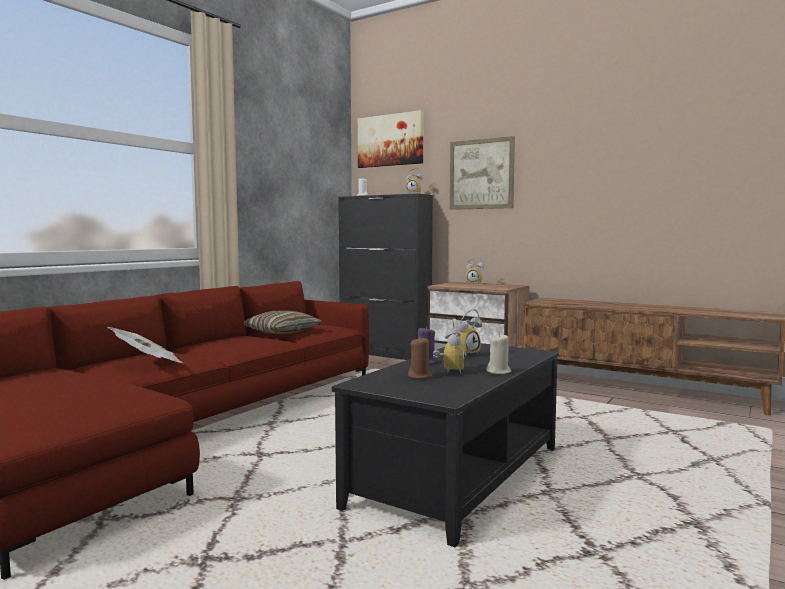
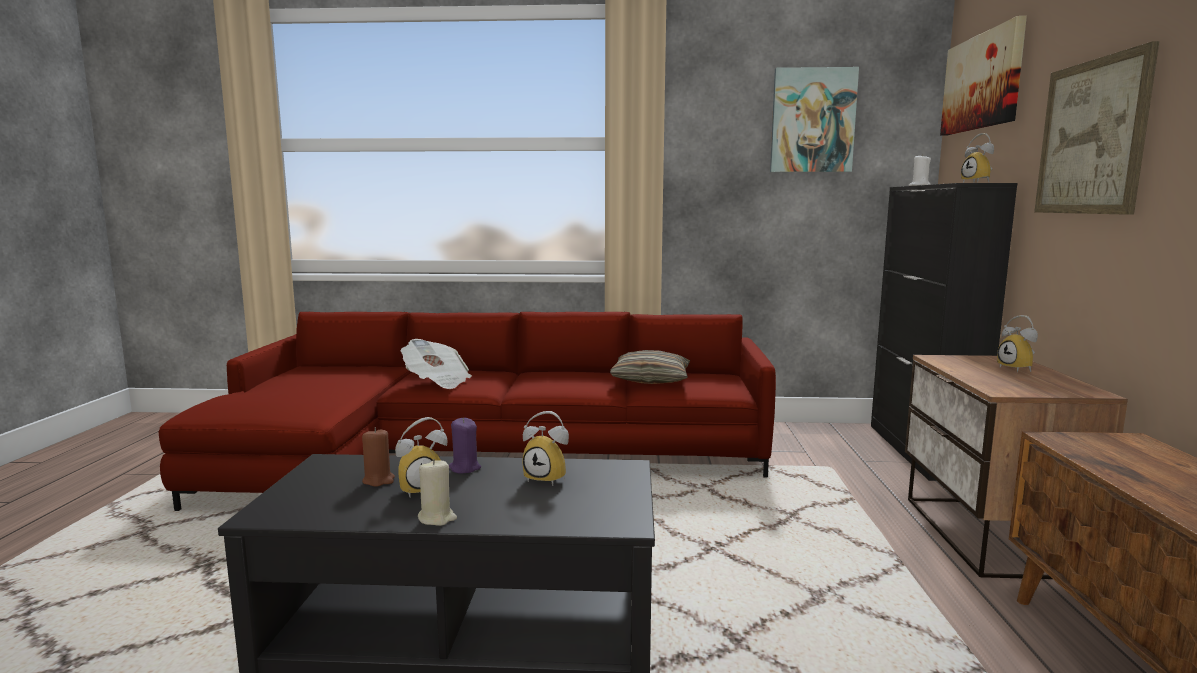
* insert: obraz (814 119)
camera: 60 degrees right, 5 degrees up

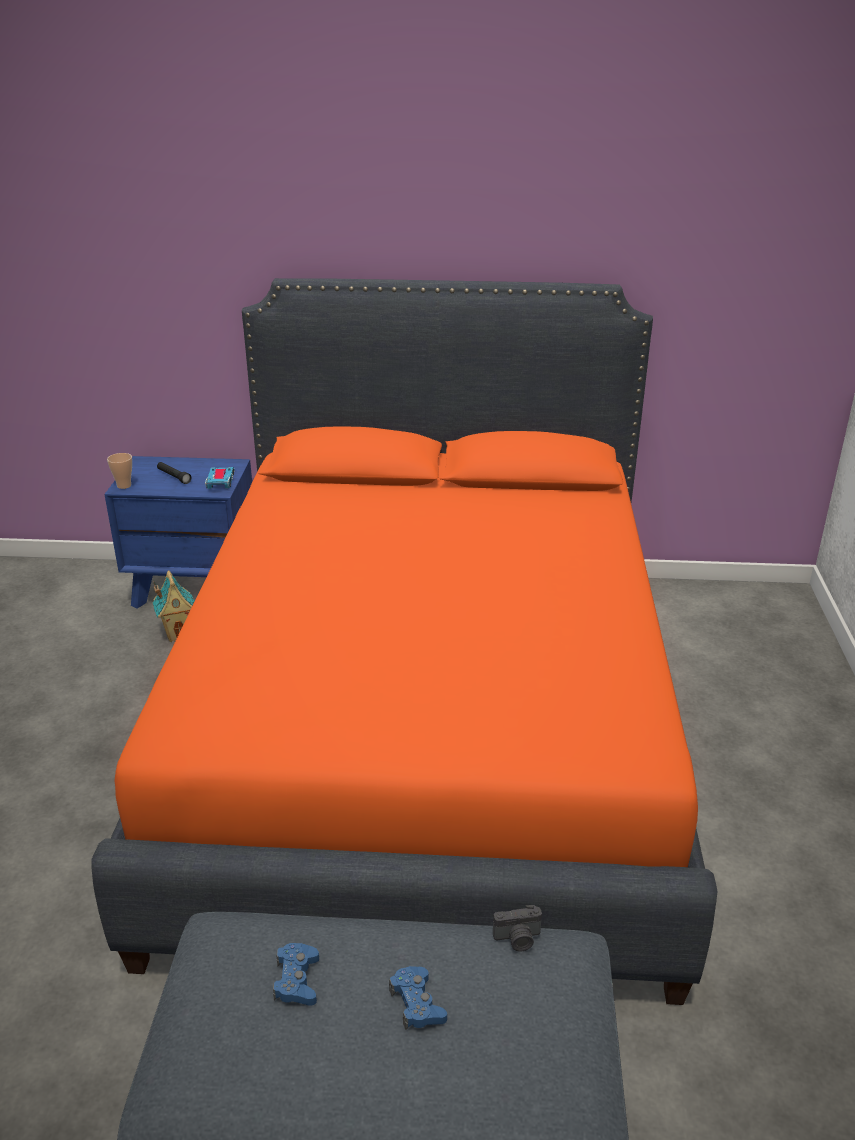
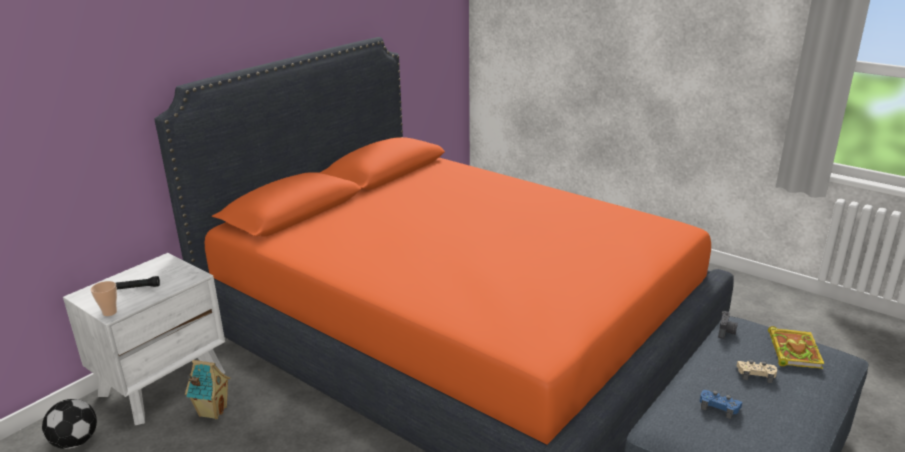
* insert: piłka futbolowa (69 424)
* recolor: szafka nocna (niebieski) (178 532) to szafka nocna (biały) (144 339)
* recolor: pad do gier (niebieski) (418 998) to pad do gier (beżowy) (757 371)
* insert: książka (796 347)
* delete: samochodzik (220 478)
camera: 55 degrees left, 5 degrees down

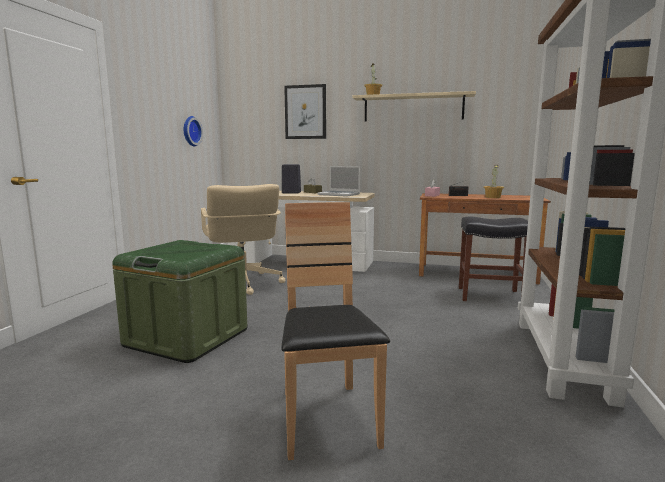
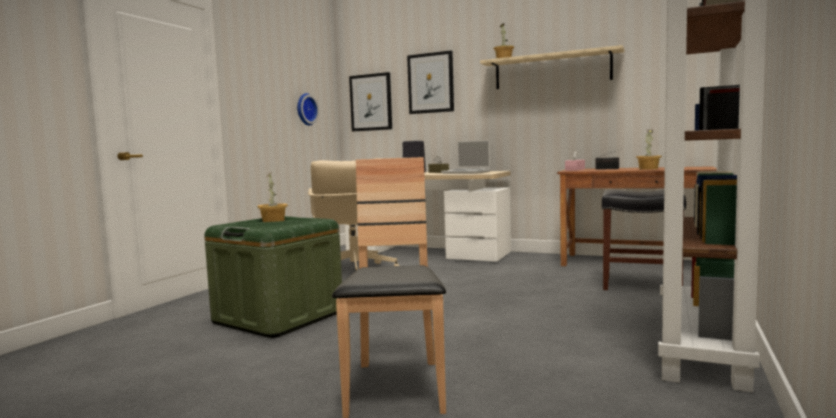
* insert: roślina doniczkowa (273 197)
* insert: obraz (370 101)
camera: 10 degrees right, 5 degrees down

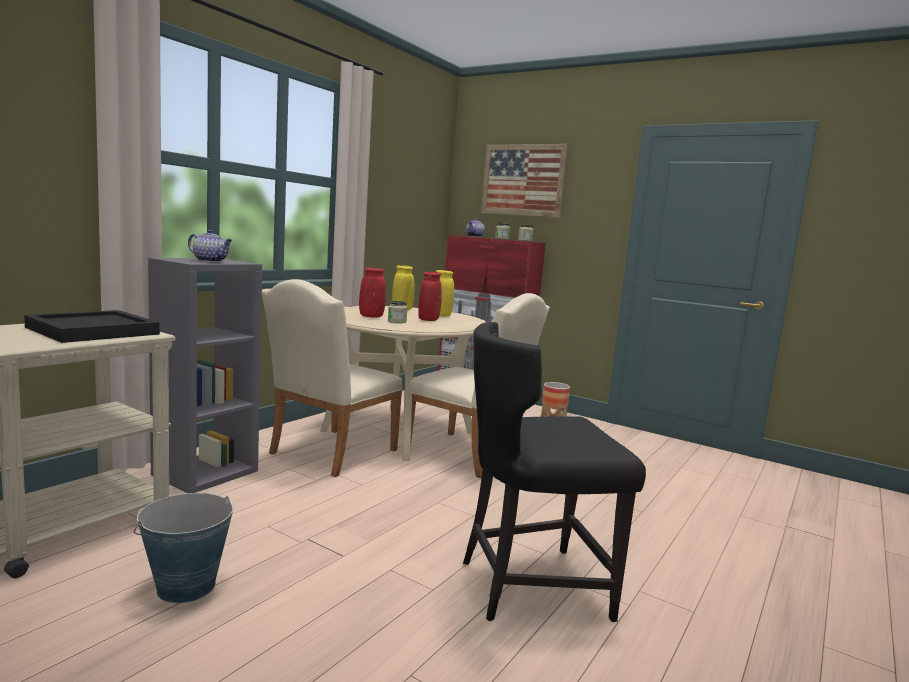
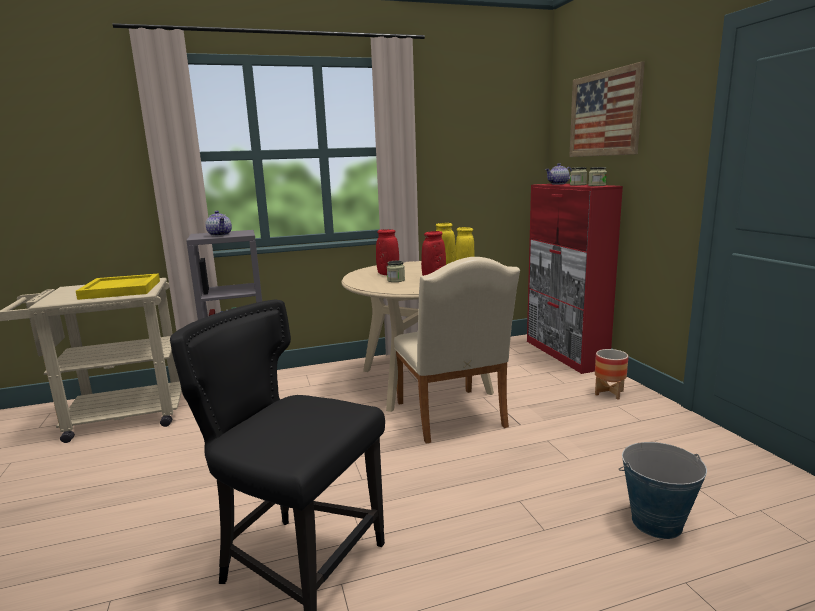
* recolor: taca (czarny) (92 326) to taca (żółty) (118 286)
* move: wiadro (183 548) to (662 490)
* delete: krzesło (beżowy) (332 378)
camera: 40 degrees right, 5 degrees up

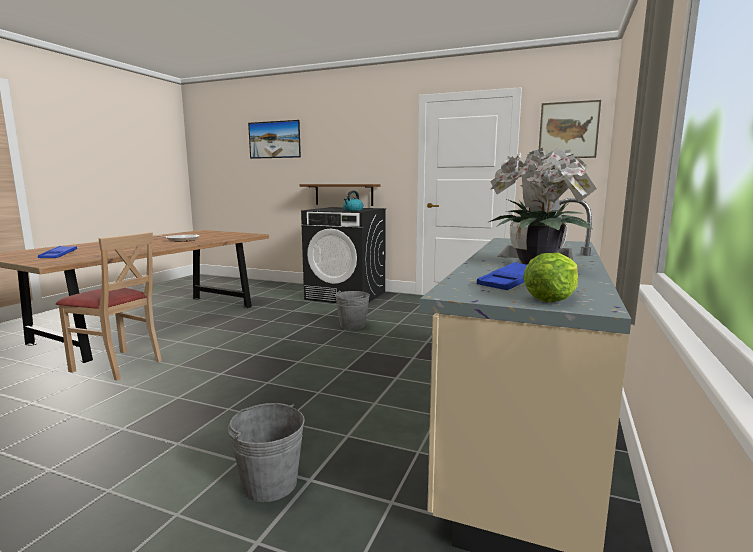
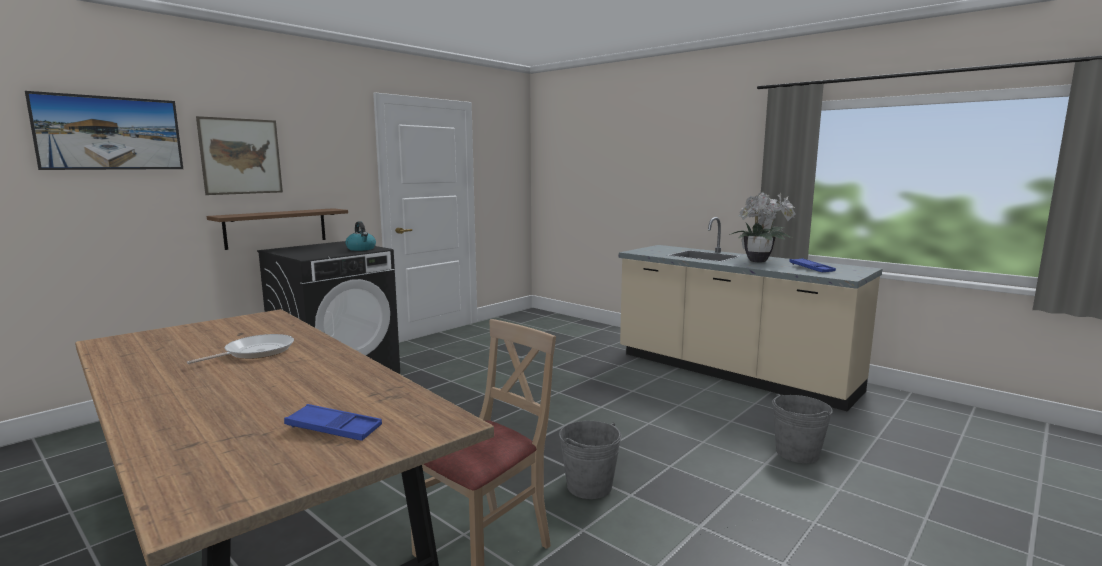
* move: obraz (570 129) to (239 155)
* move: wiadro (szary) (352 310) to (590 460)
* delete: sałata (550 277)
camera: 70 degrees left, 0 degrees up

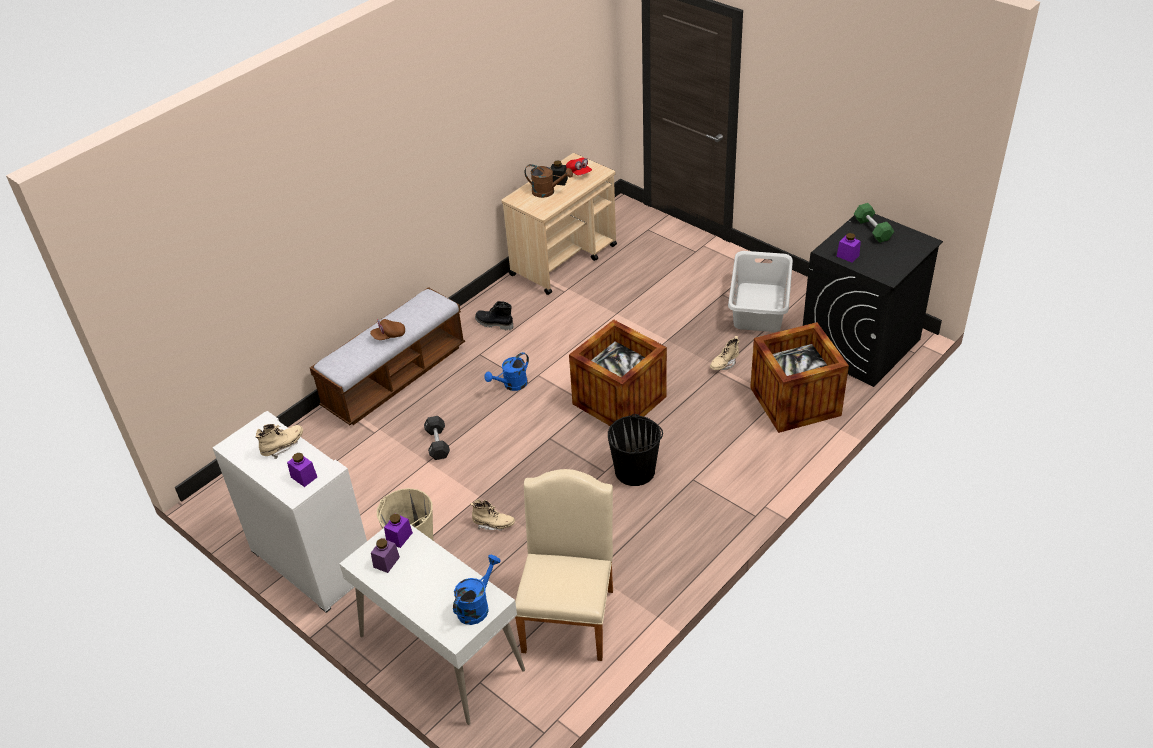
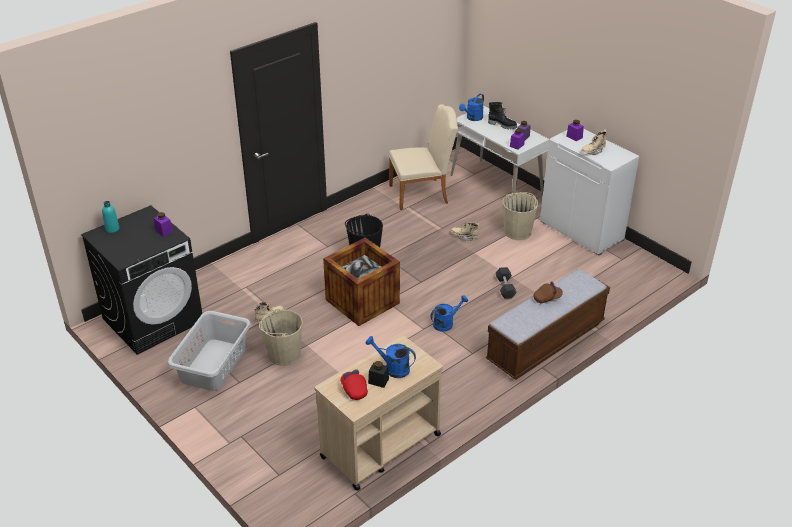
* insert: butelka (turkusowy) (110 217)
* insert: wiadro (beżowy) (281 337)
* recolor: konewka (brązowy) (548 181) to konewka (niebieski) (390 357)
* rotate: krzesło (beżowy) (564 565) = (423 157) 120 degrees counterclockwise
* move: but z cholewką (czarny) (494 316) to (502 115)
* delete: skrzynka (799 377)
* delete: hantel (zielony) (874 223)
camera: 175 degrees left, 5 degrees down

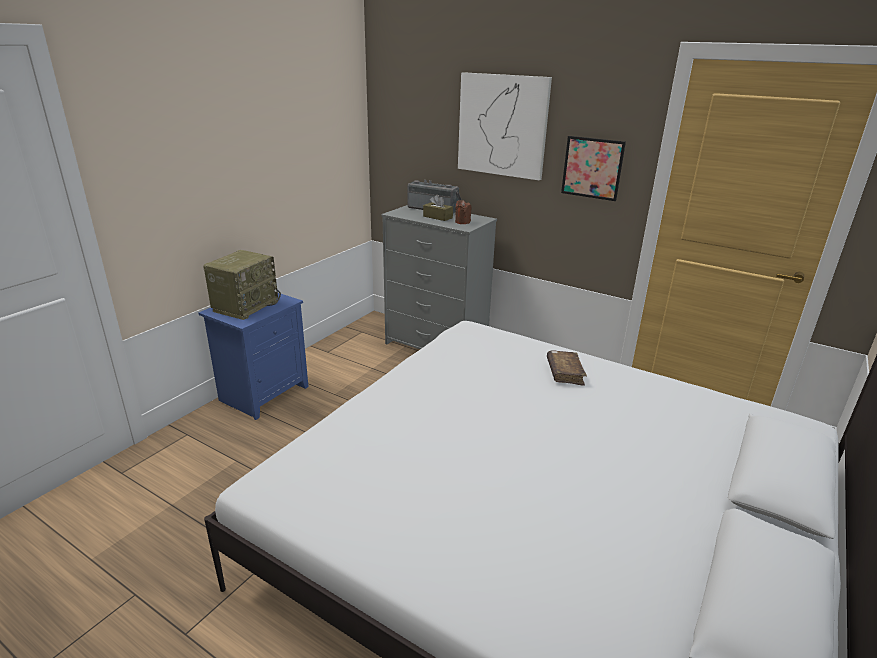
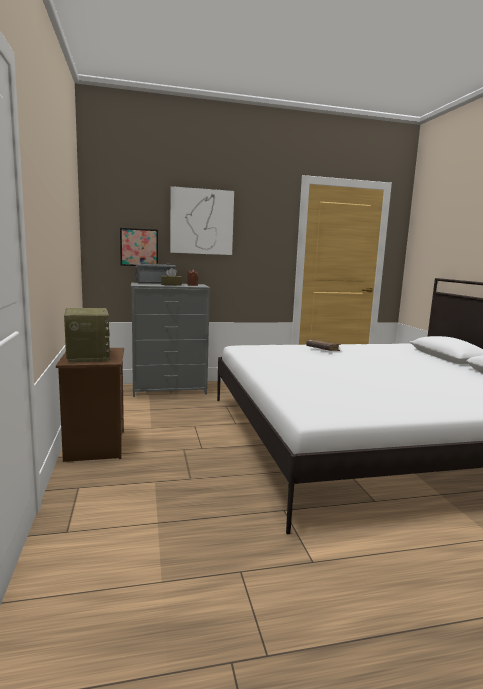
* recolor: szafka nocna (niebieski) (254 356) to szafka nocna (brązowy) (90 405)
* move: obraz (593 168) to (139 247)
camera: 45 degrees left, 15 degrees down

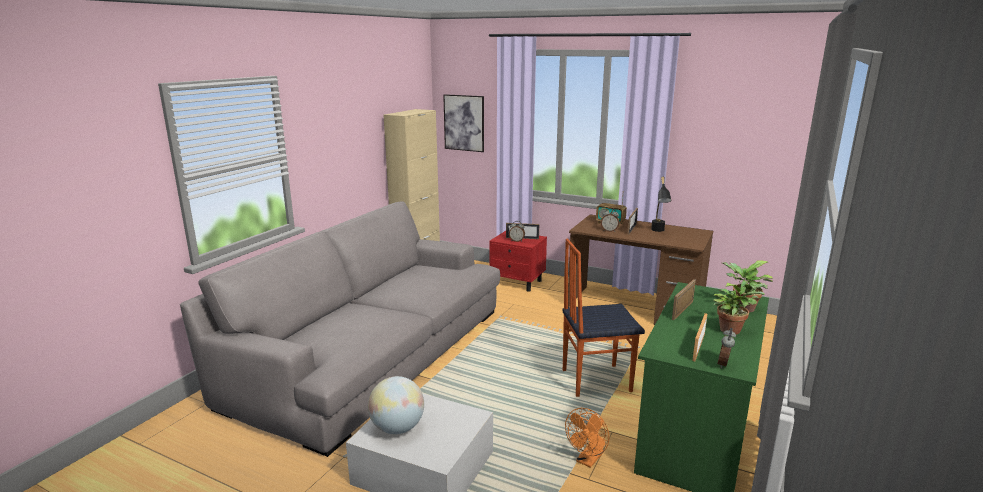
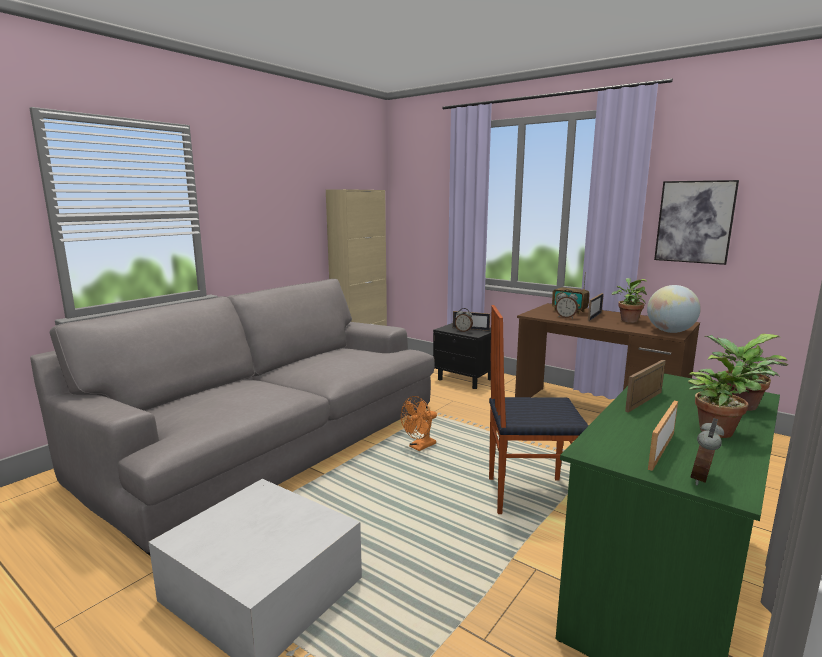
* move: wentylator (pomarańczowy) (587 438) to (419 423)
* recolor: szafka nocna (czerwony) (518 261) to szafka nocna (czarny) (462 356)
* replace: lampa stołowa (czarny) (661 204) to roślina doniczkowa (629 300)
* move: globus (396 405) to (674 309)
* move: obraz (463 123) to (696 222)
camera: 10 degrees right, 5 degrees down

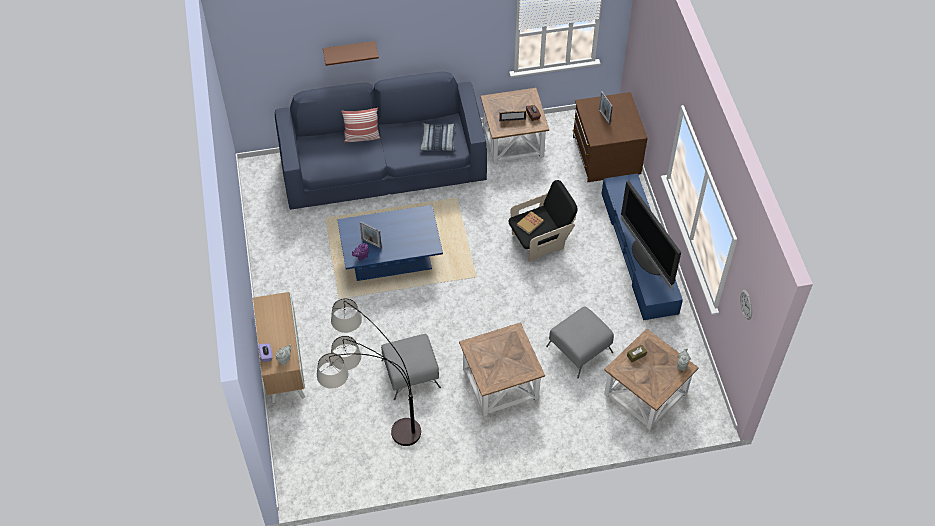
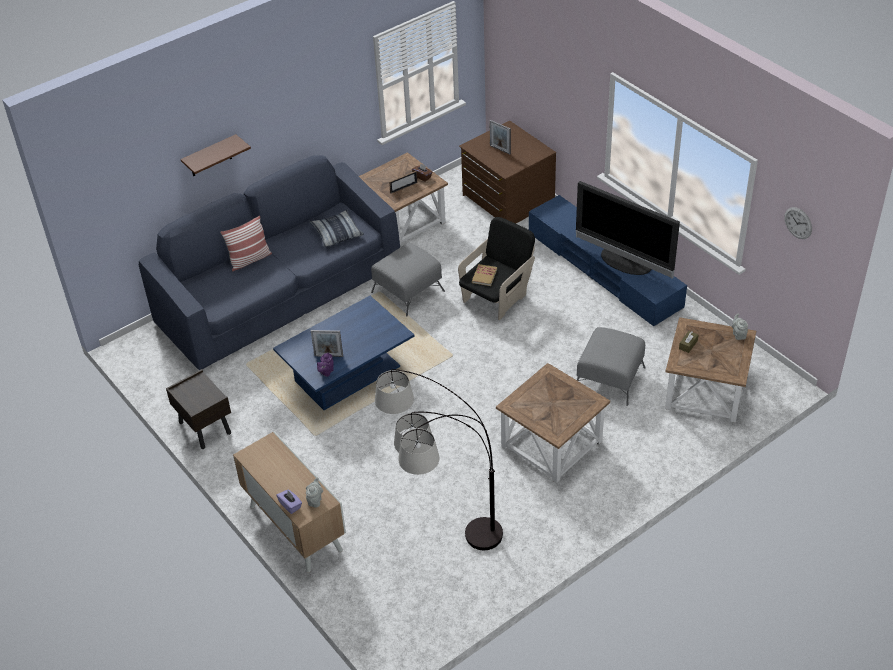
* insert: szafka nocna (brązowy) (198 409)
* move: pufa (szary) (411 367) to (408 279)
camera: 25 degrees left, 10 degrees down

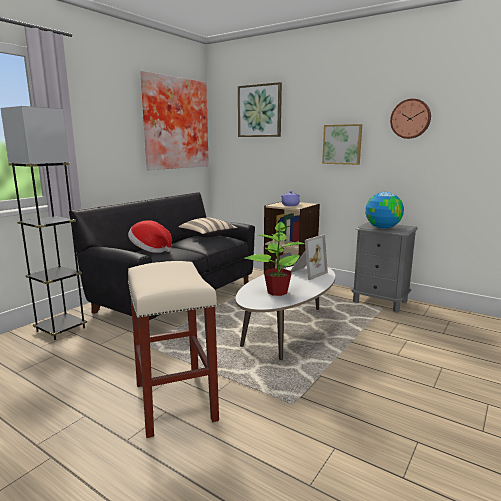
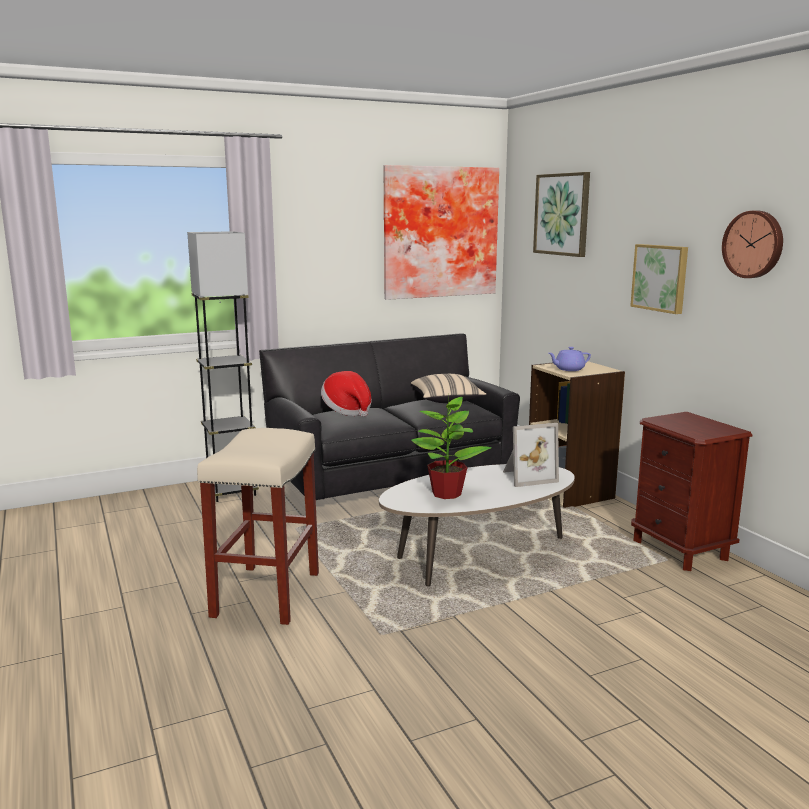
* recolor: szafka nocna (szary) (384 267) to szafka nocna (brązowy) (692 491)
* delete: globus (384 210)
camera: 30 degrees right, 0 degrees up

